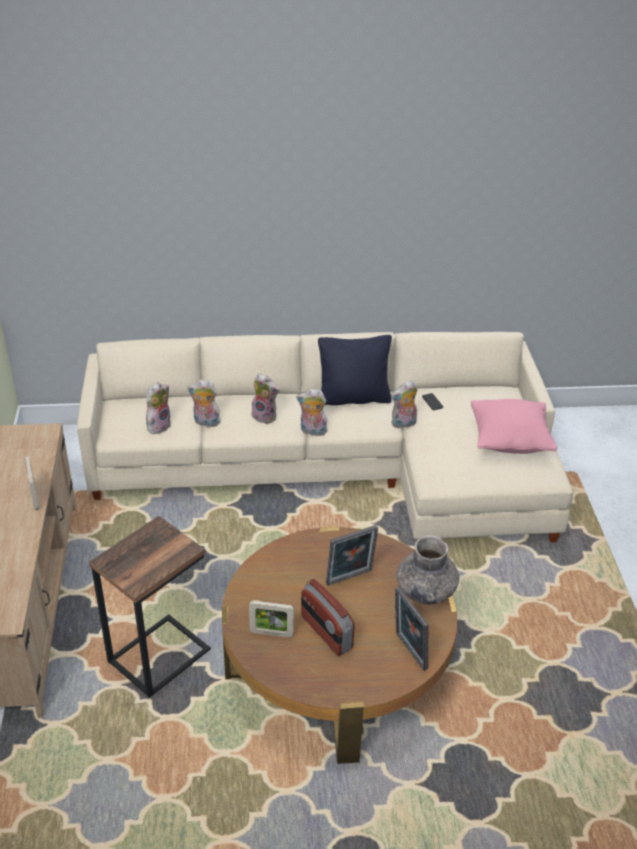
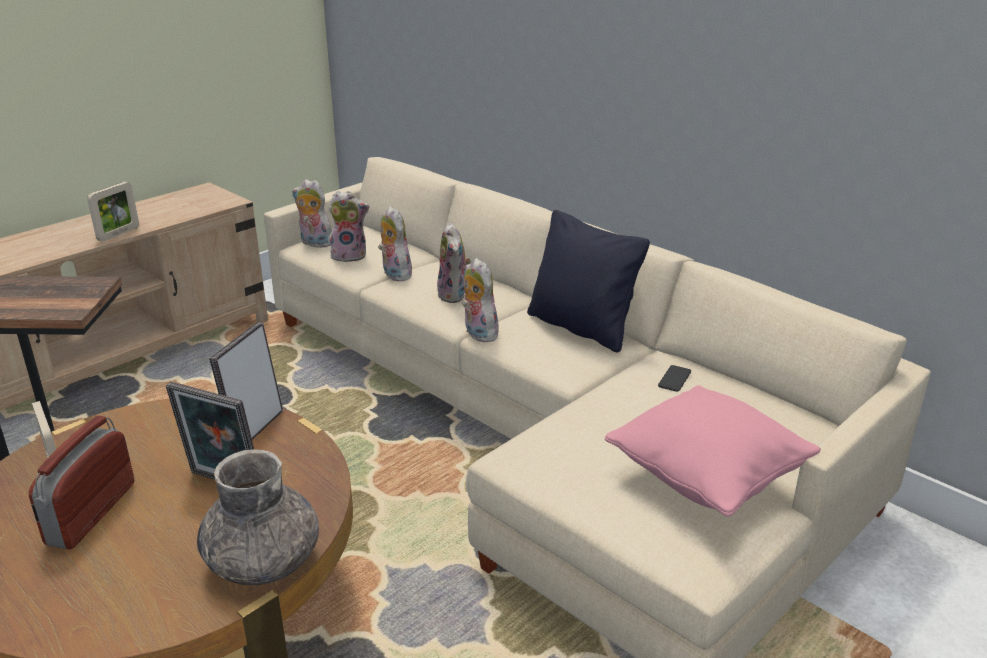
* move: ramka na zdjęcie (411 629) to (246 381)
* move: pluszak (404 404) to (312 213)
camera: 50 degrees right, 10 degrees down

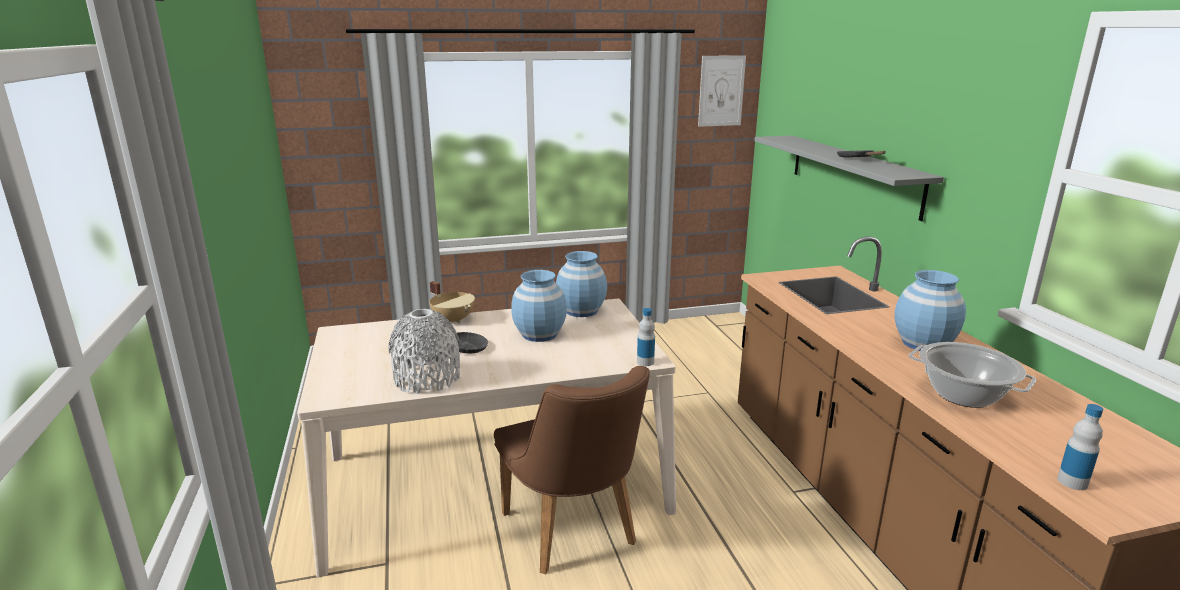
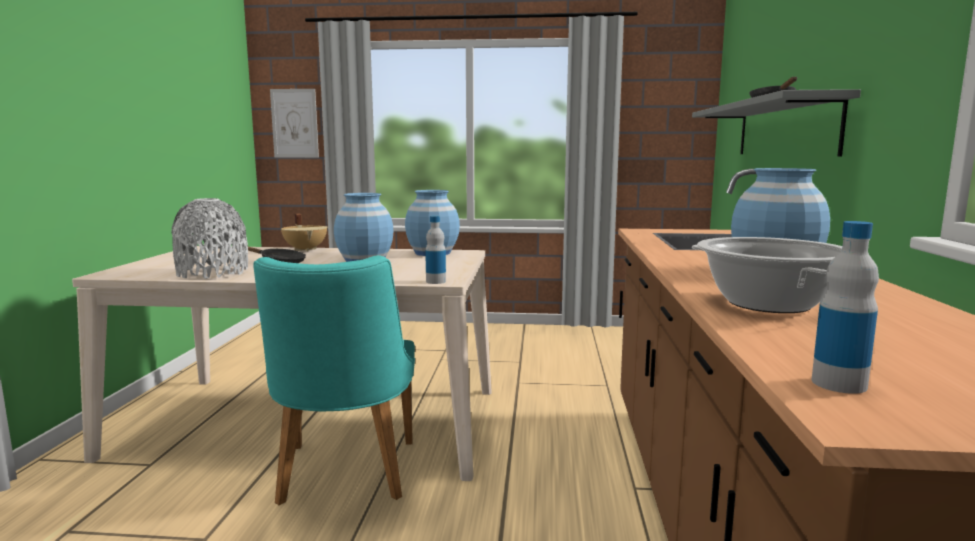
* recolor: krzesło (brązowy) (572 470) to krzesło (turkusowy) (334 380)
* move: obraz (722 91) to (294 123)
camera: 20 degrees right, 10 degrees down

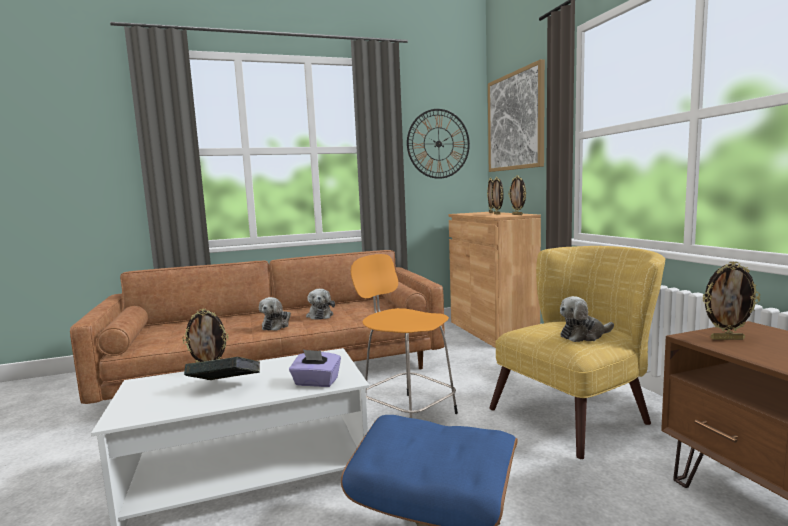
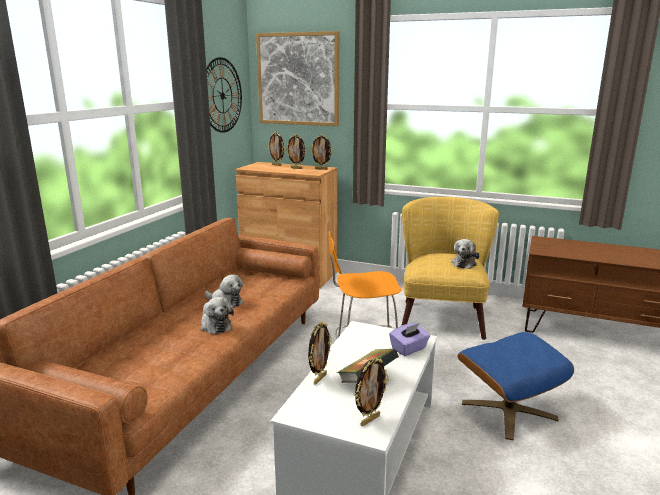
* move: ramka na zdjęcie (731 300) to (371 391)
camera: 50 degrees left, 10 degrees up

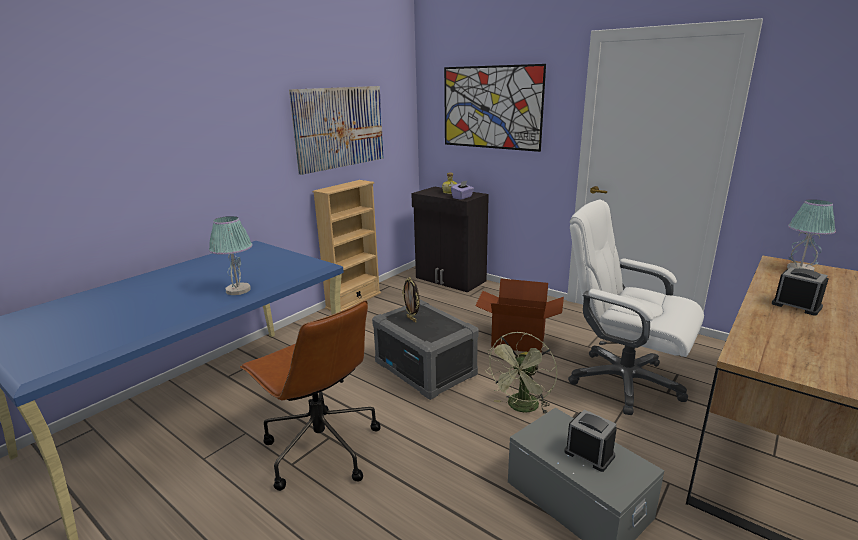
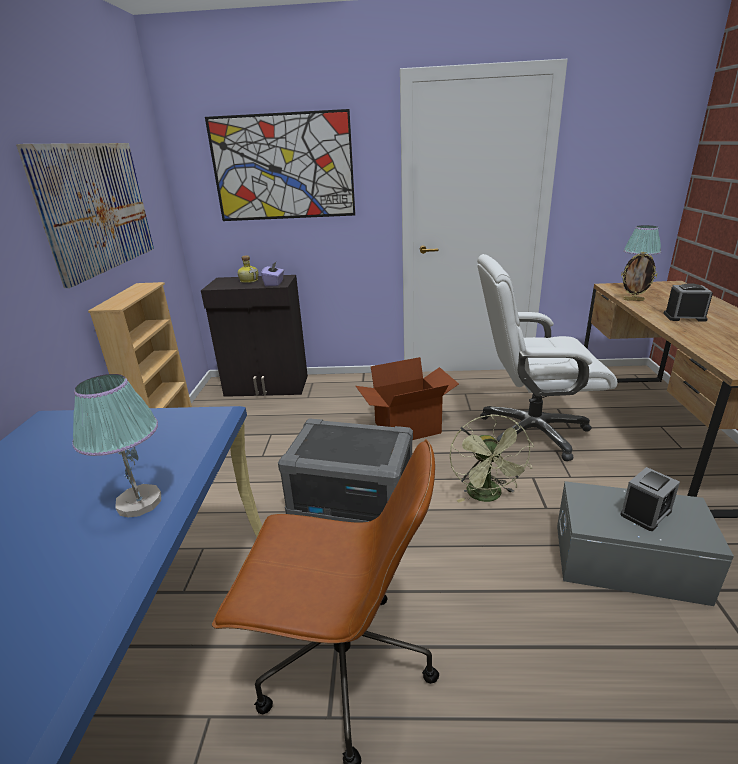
* move: ramka na zdjęcie (411 300) to (639 276)
* rotate: budzik (590 441) = (650 499) 135 degrees clockwise
camera: 35 degrees left, 5 degrees up

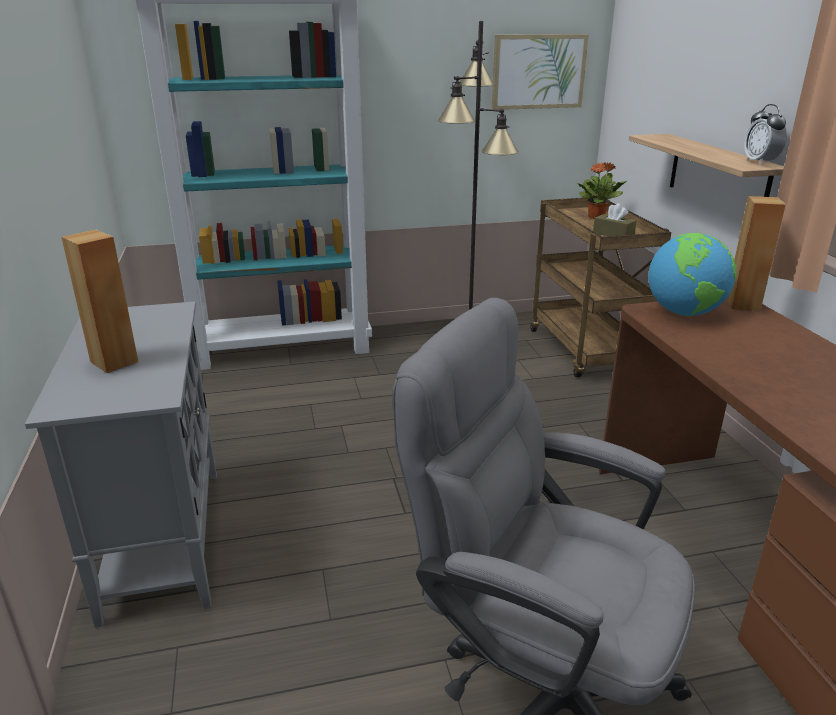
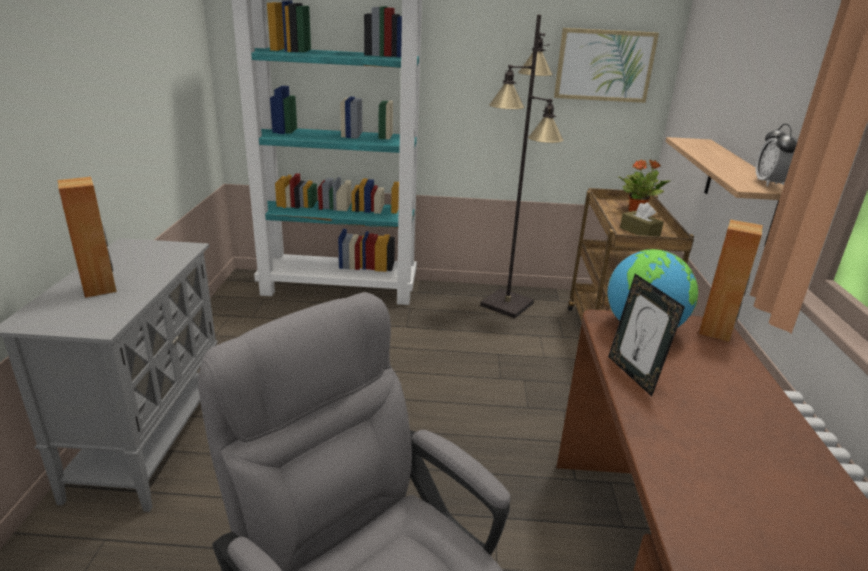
* insert: ramka na zdjęcie (646 335)
camera: 15 degrees right, 0 degrees up

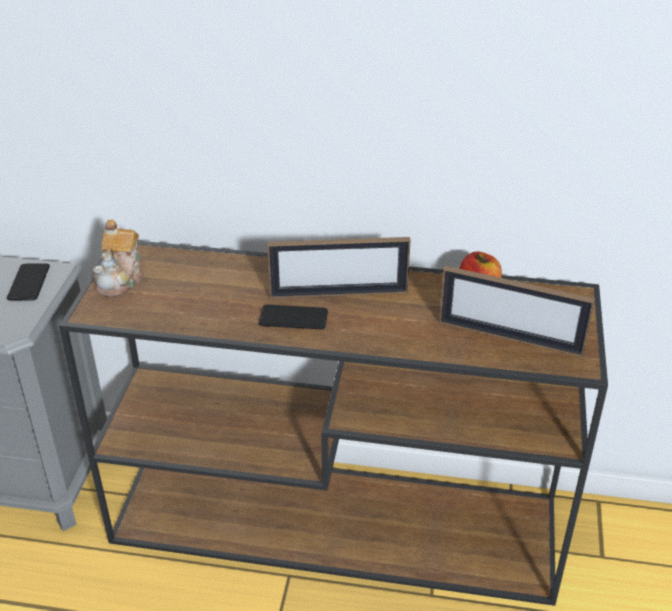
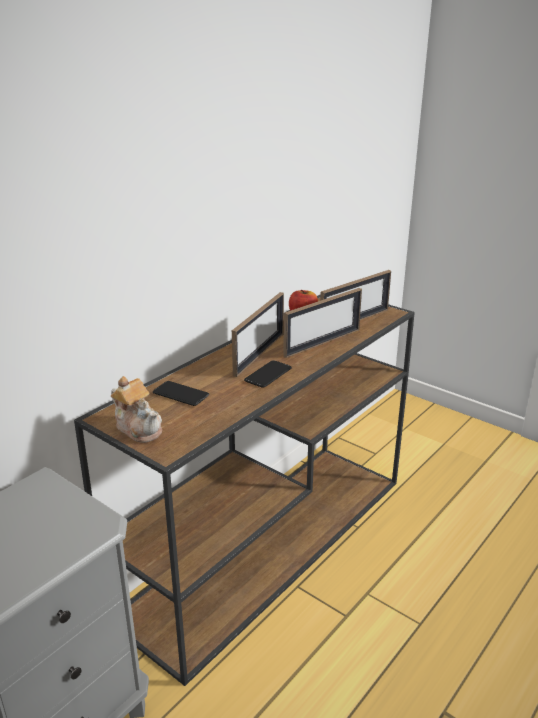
* move: telefon (28 282) to (181 393)
* insert: ramka na zdjęcie (322 323)
camera: 60 degrees left, 10 degrees down

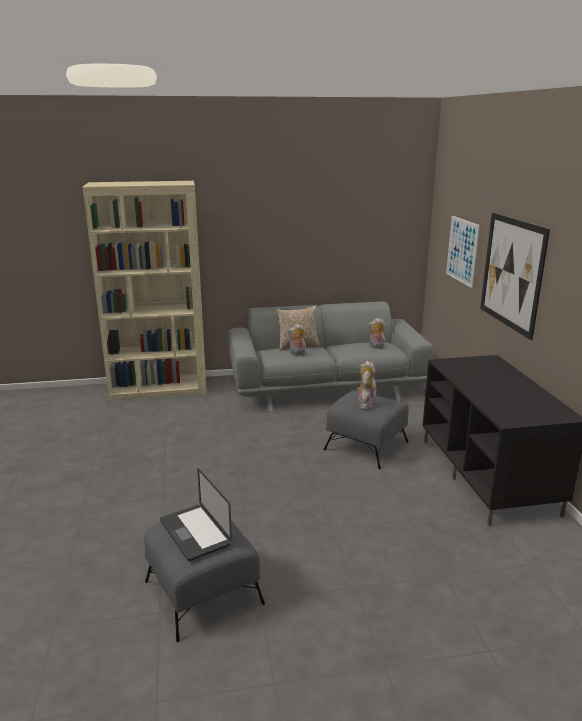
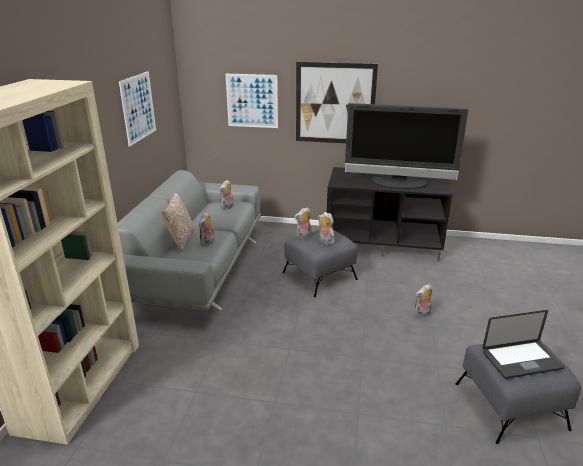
* insert: obraz (137 109)
* insert: telewizor (407 146)
* insert: pluszak (423 300)
camera: 70 degrees left, 5 degrees up

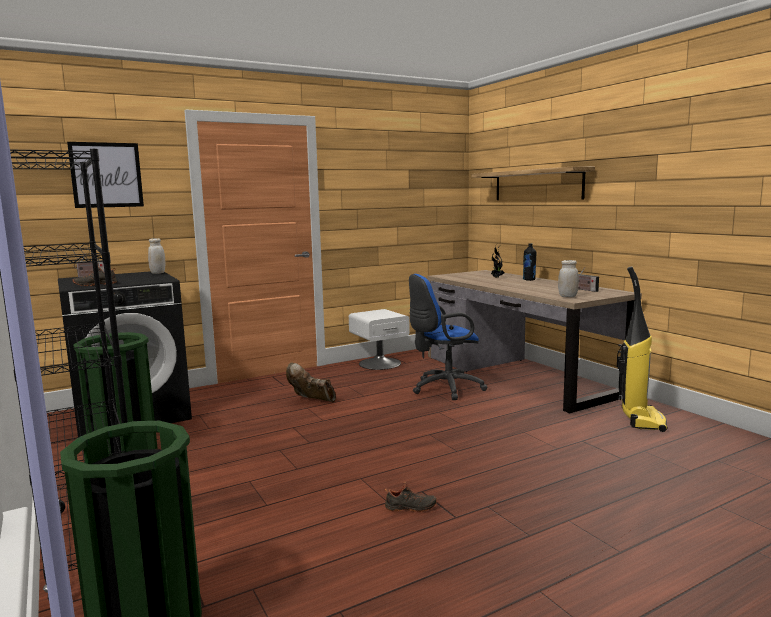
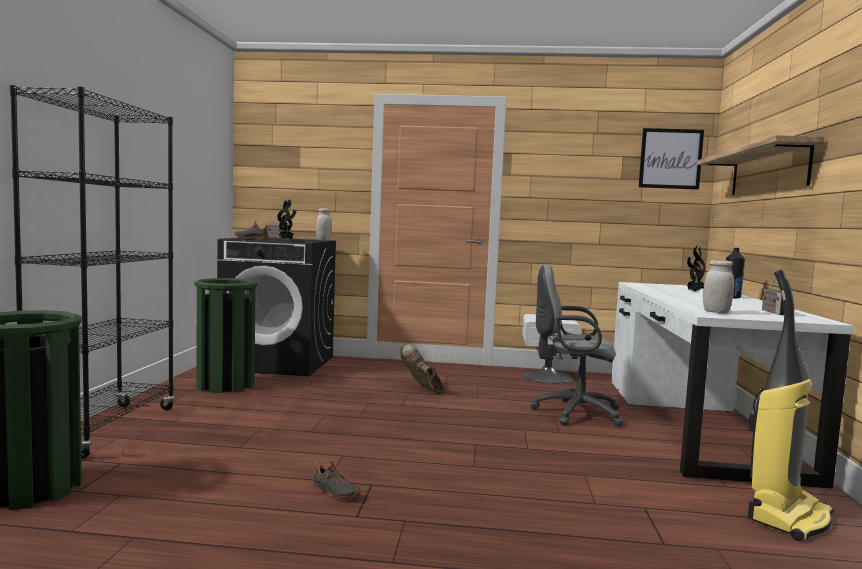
* insert: roślina doniczkowa (286 219)
* recolor: krzesło biurowe (niebieski) (448 337) to krzesło biurowe (szary) (576 346)
* recolor: biurko (brązowy) (534 341) to biurko (biały) (732 385)
* move: obraz (105 175) to (671 159)
camera: 35 degrees right, 5 degrees down

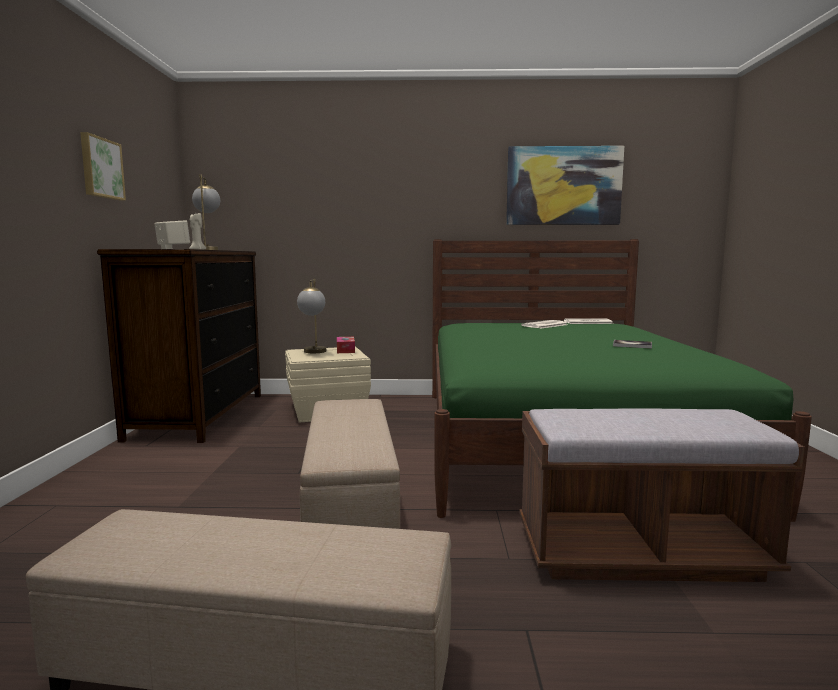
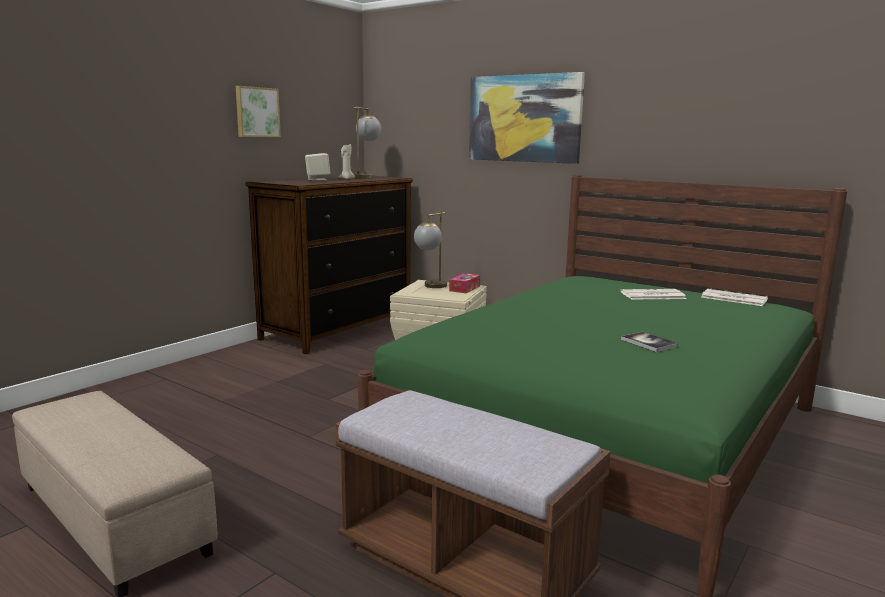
* move: obraz (565 185) to (527 118)
* delete: pufa (beżowy) (350 464)
camera: 35 degrees right, 5 degrees up

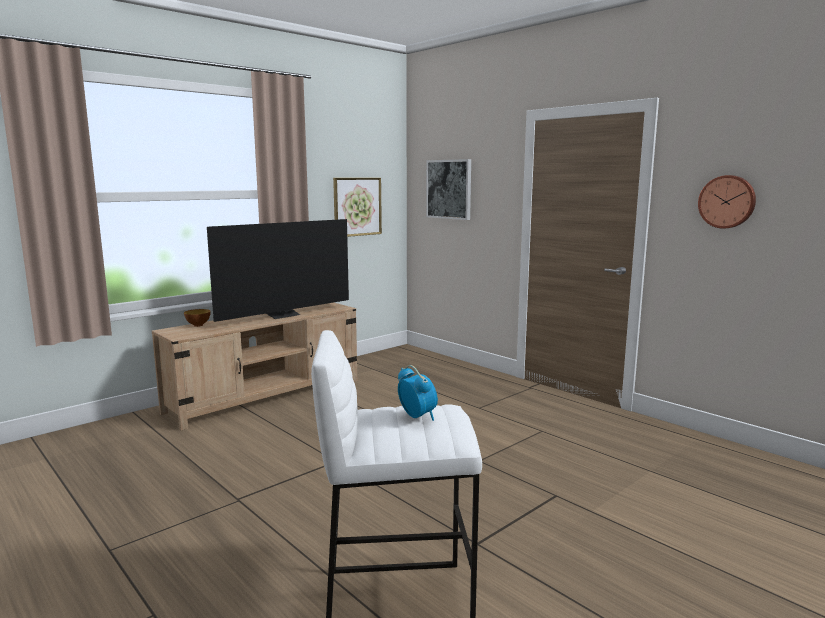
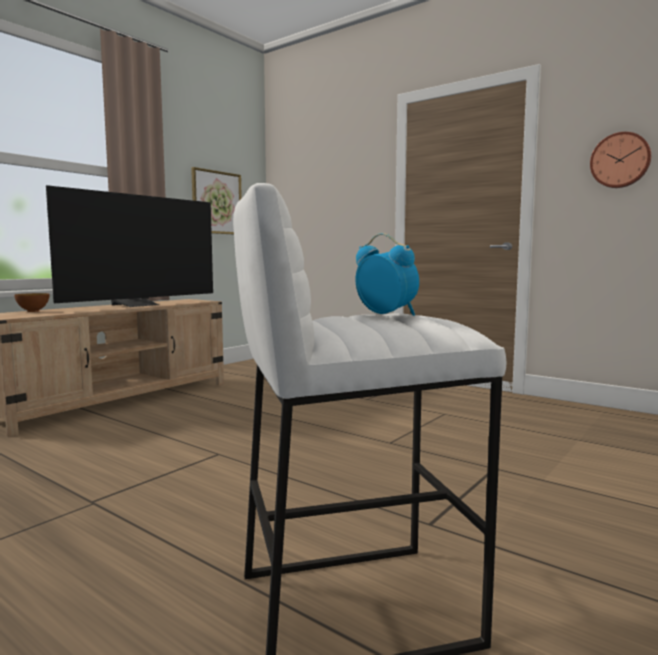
* delete: obraz (448 189)
camera: 10 degrees left, 5 degrees down

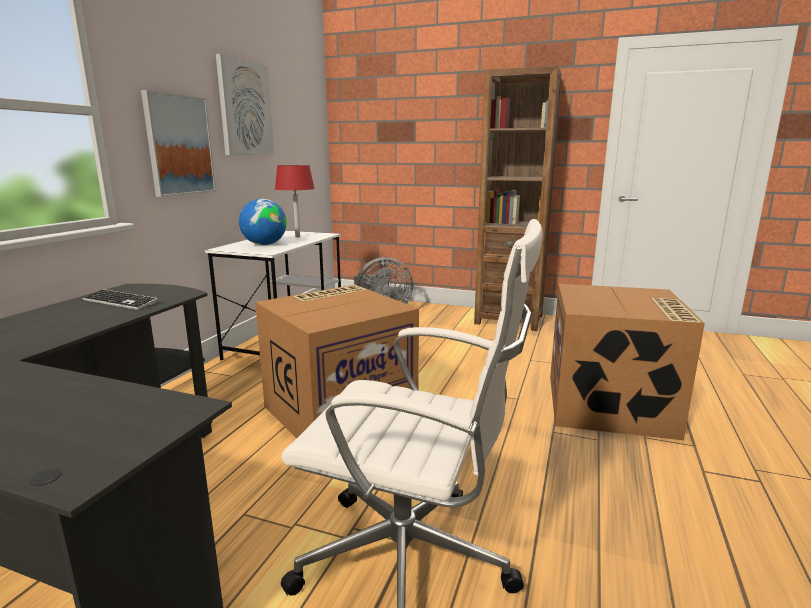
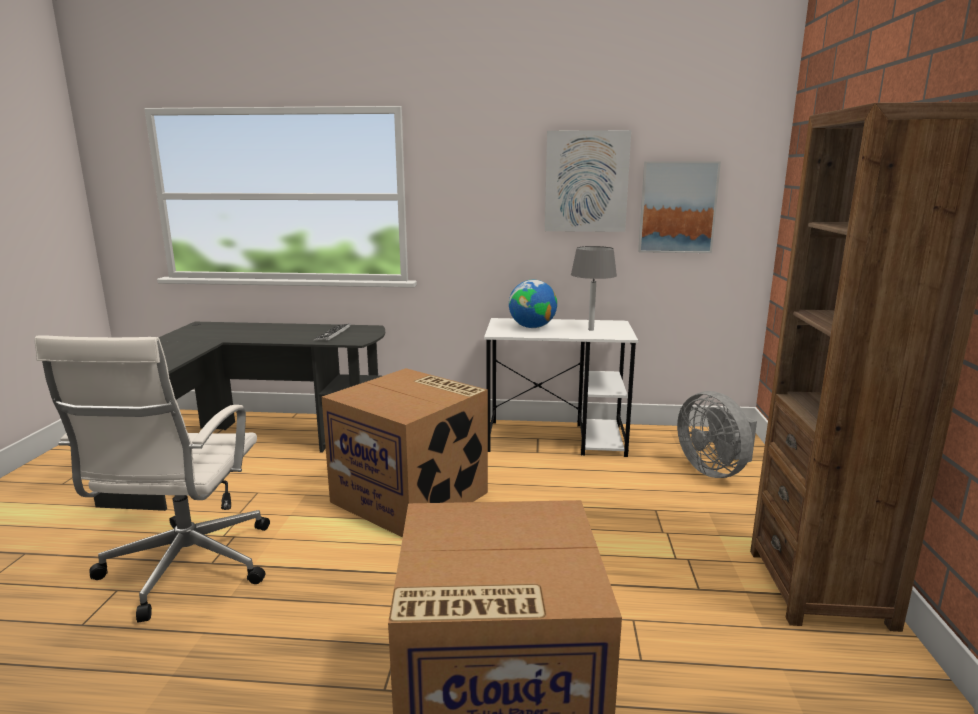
* recolor: lampa stołowa (czerwony) (295 201) to lampa stołowa (szary) (594 288)
* move: obraz (178 143) to (679 207)
camera: 75 degrees right, 0 degrees up

